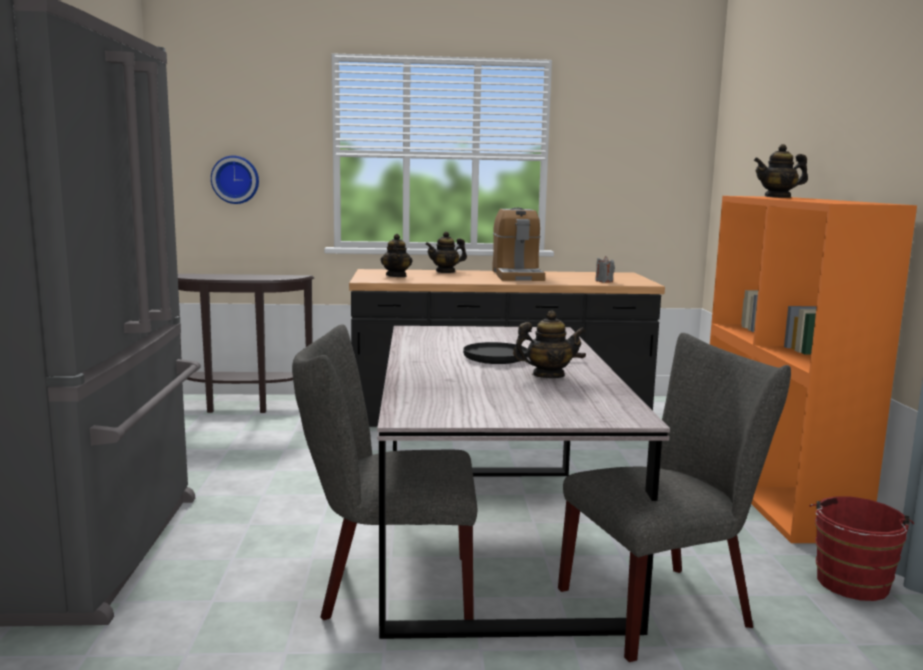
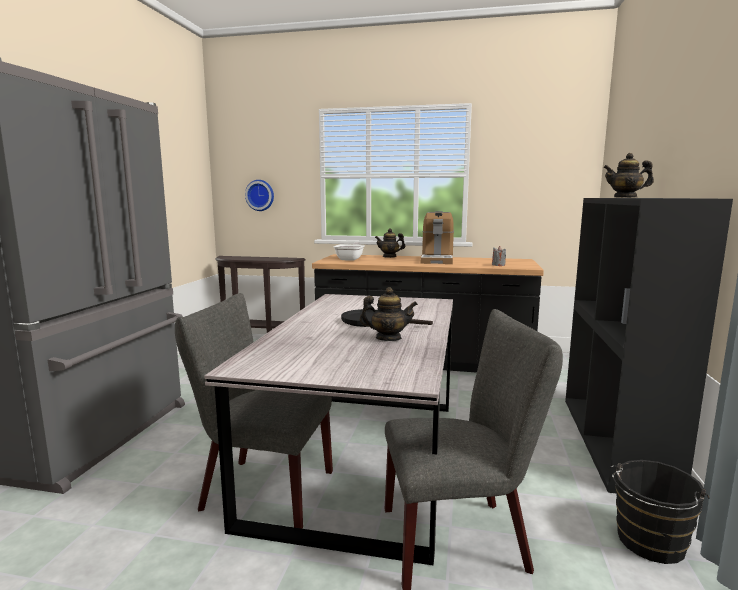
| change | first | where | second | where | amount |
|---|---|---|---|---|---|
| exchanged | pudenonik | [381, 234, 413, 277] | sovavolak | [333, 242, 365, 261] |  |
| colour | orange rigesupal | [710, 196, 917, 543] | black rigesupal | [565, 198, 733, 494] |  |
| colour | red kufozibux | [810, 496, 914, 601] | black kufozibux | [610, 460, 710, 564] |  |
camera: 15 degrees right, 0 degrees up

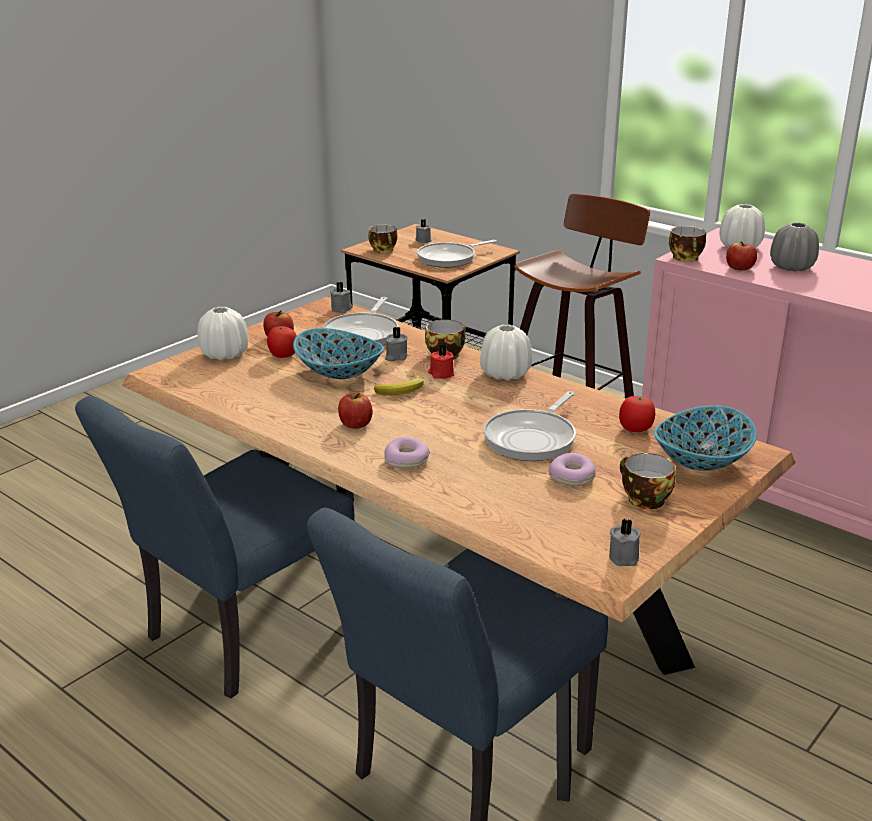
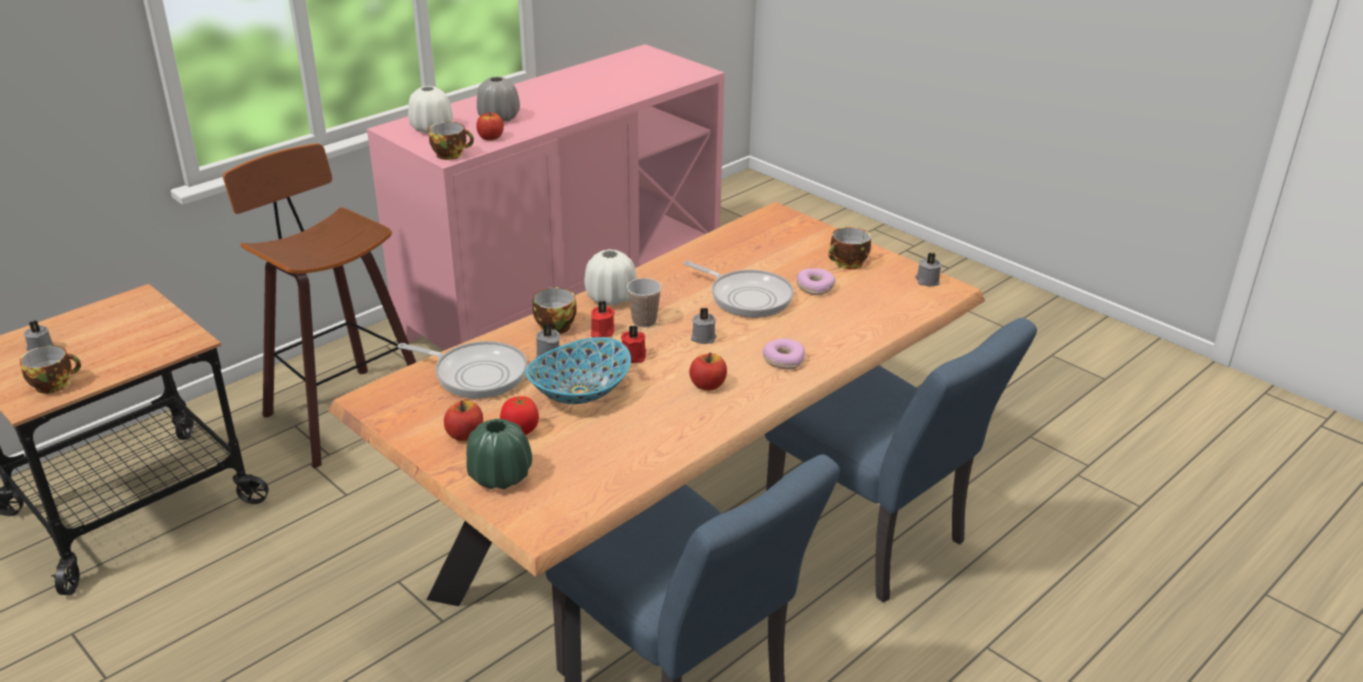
| change | first | where | second | where | amount |
|---|---|---|---|---|---|
| colour | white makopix | [197, 307, 248, 360] | green makopix | [466, 419, 532, 489] |  |
| relocated | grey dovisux | [330, 282, 353, 313] |  | [691, 307, 716, 344] |  |
| exchanged | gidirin | [374, 377, 424, 396] | red dovisux | [621, 325, 646, 363] |  |
| missing | sovavolak | [417, 240, 497, 268] |  |  |  |
| missing | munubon | [619, 396, 655, 432] |  |  |  |
| missing | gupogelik | [654, 405, 757, 471] |  |  |  |
| appeared |  |  | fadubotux | [627, 278, 662, 327] |  |
camera: 85 degrees left, 5 degrees up

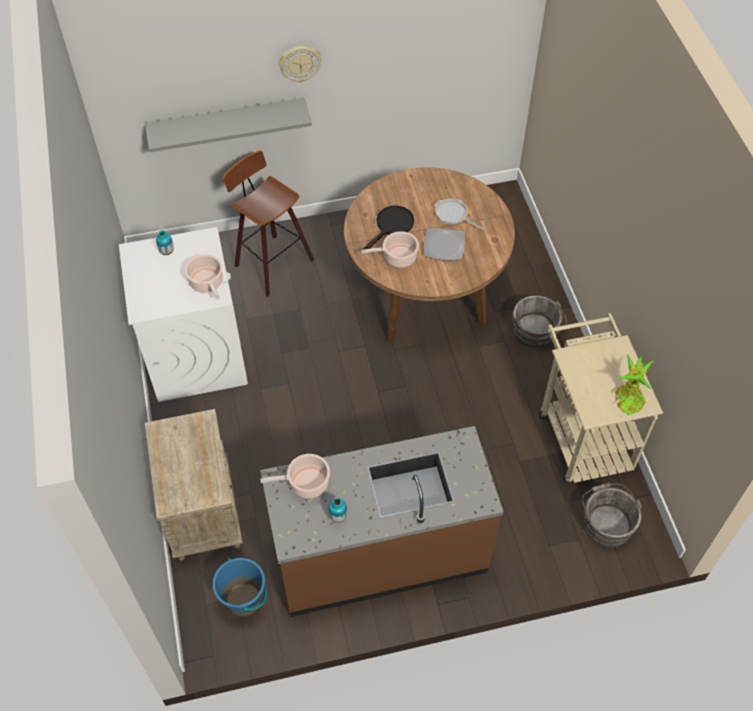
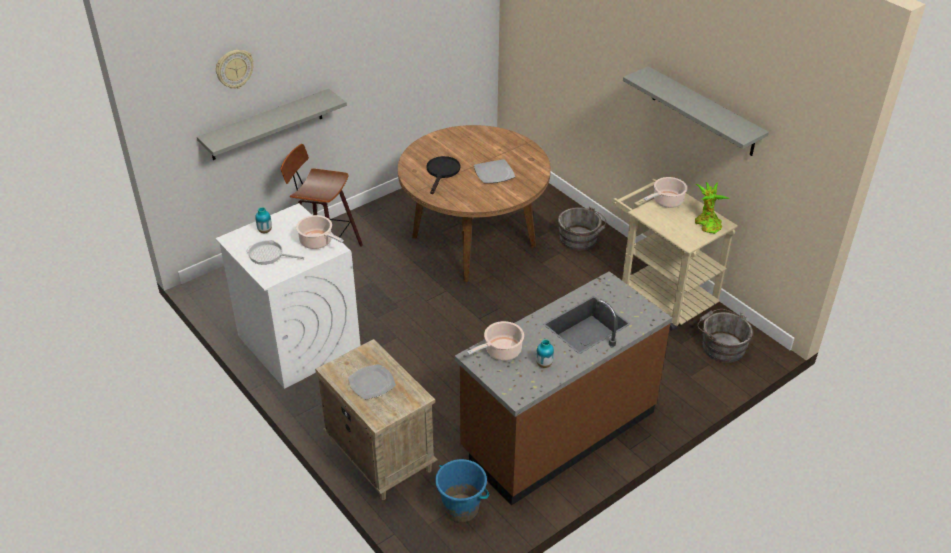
| change | first | where | second | where | amount |
|---|---|---|---|---|---|
| relocated | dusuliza | [279, 46, 321, 83] |  | [216, 50, 254, 89] |  |
| relocated | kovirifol | [361, 231, 419, 268] |  | [644, 177, 687, 208] |  |
| relocated | sovavolak | [435, 199, 484, 230] |  | [246, 240, 304, 265] |  |
| appeared |  |  | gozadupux | [348, 364, 396, 399] |  |
| appeared |  |  | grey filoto | [623, 66, 769, 156] |  |
camera: 25 degrees left, 15 degrees down

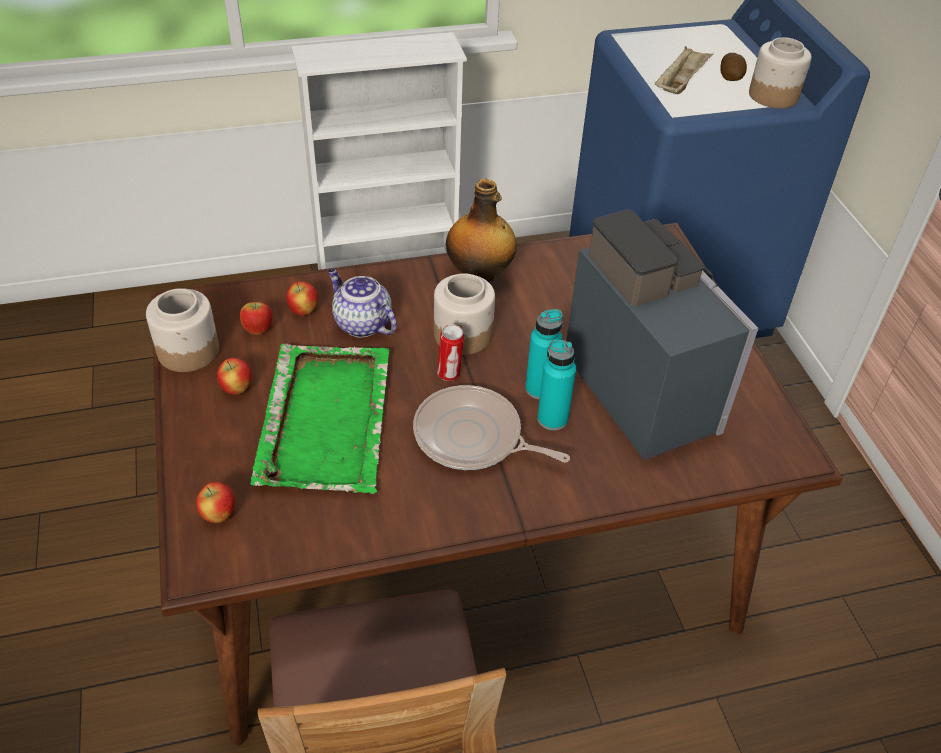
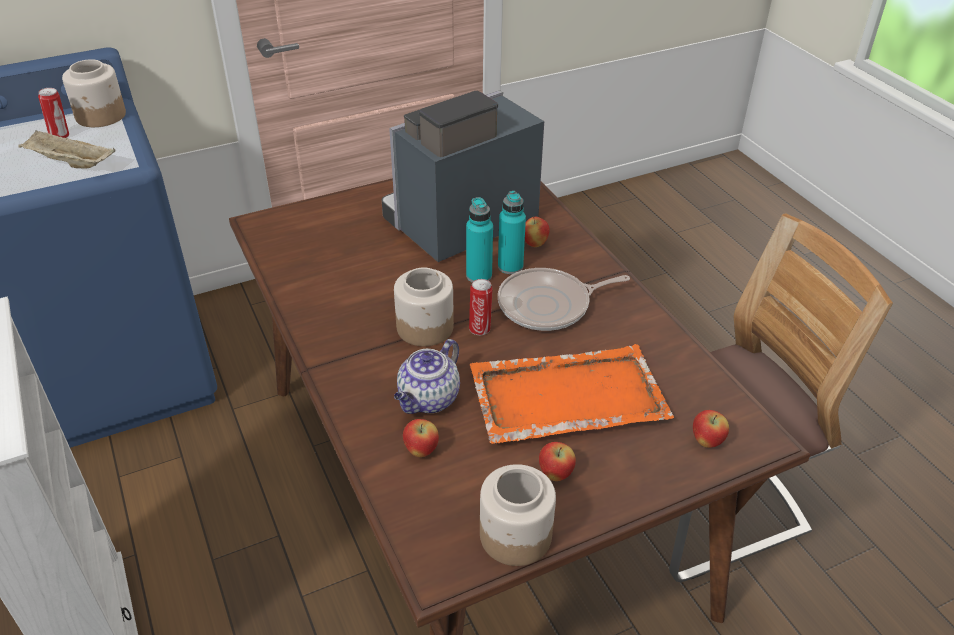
| change | first | where | second | where | amount |
|---|---|---|---|---|---|
| relocated | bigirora | [240, 299, 273, 335] |  | [525, 217, 549, 247] |  |
| colour | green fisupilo | [250, 344, 390, 494] | orange fisupilo | [470, 344, 674, 444] |  |
| spun | sovavolak | [413, 385, 570, 470] |  | [498, 268, 630, 331] | 60 degrees clockwise |
| missing | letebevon | [446, 179, 516, 282] |  |  |  |
| exchanged | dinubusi | [721, 53, 747, 81] | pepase | [38, 88, 69, 138] |  |
camera: 100 degrees left, 5 degrees down

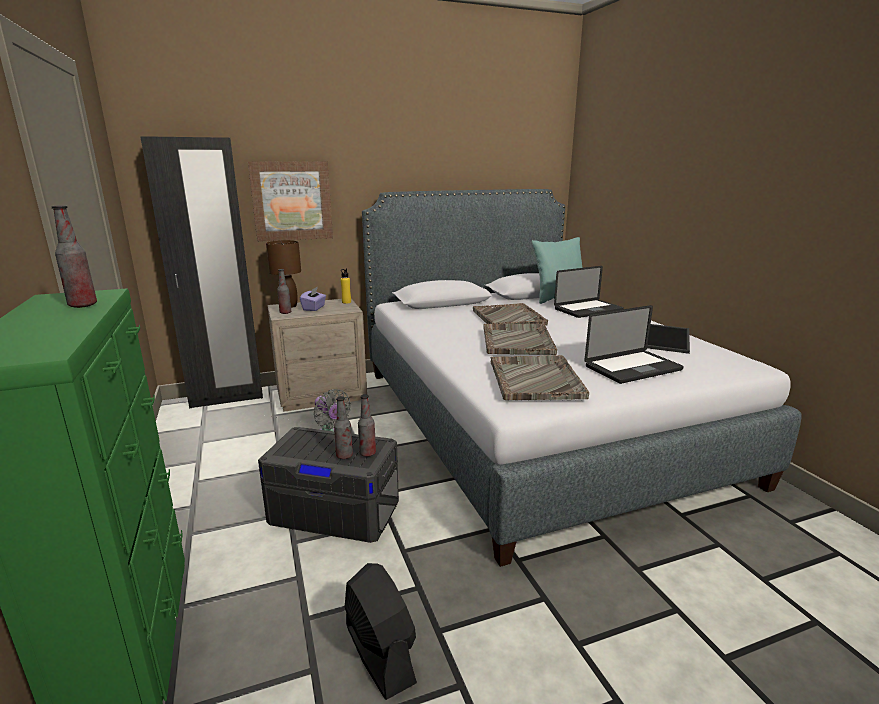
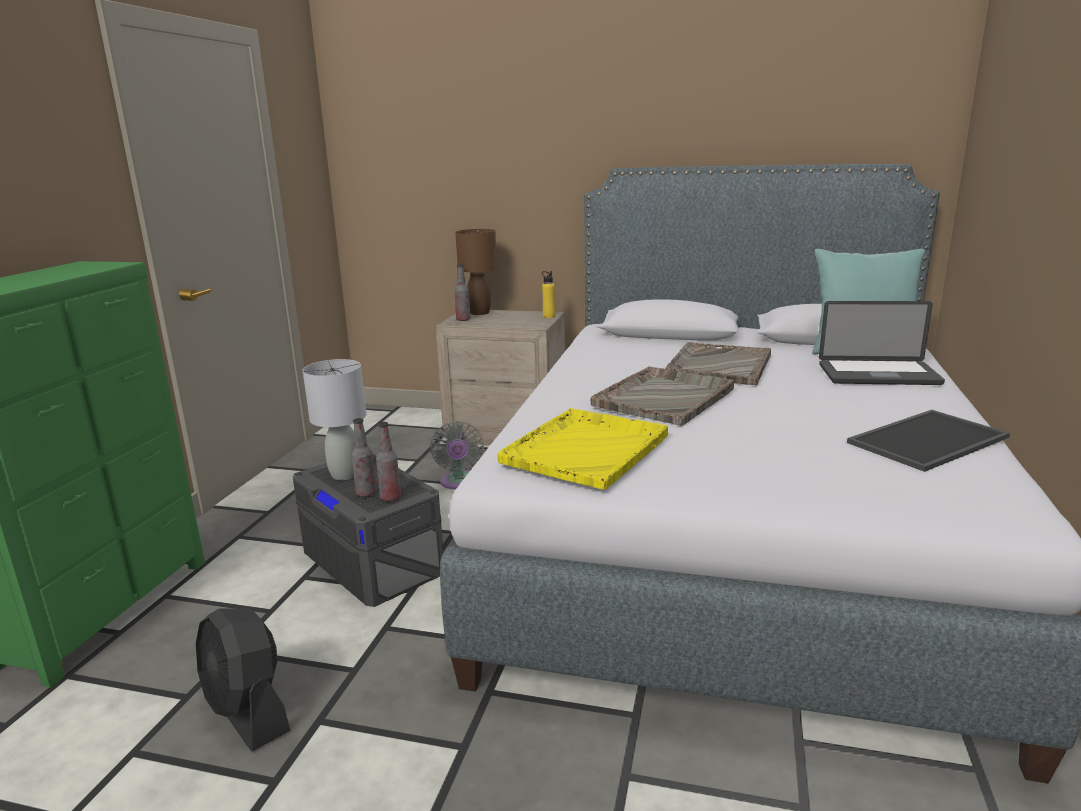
| change | first | where | second | where | amount |
|---|---|---|---|---|---|
| missing | letebevon | [52, 205, 97, 308] |  |  |  |
| missing | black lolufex | [140, 136, 263, 409] |  |  |  |
| missing | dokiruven | [248, 161, 333, 242] |  |  |  |
| missing | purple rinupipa | [300, 287, 326, 311] |  |  |  |
| spun | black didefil | [345, 563, 417, 700] |  | [196, 608, 290, 751] | 135 degrees clockwise |
| colour | grey fisupilo | [491, 355, 589, 400] | yellow fisupilo | [498, 408, 668, 490] |  |
| missing | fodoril | [585, 305, 684, 384] |  |  |  |
| appeared |  |  | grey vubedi | [303, 359, 366, 480] |  |
camera: 35 degrees right, 0 degrees up

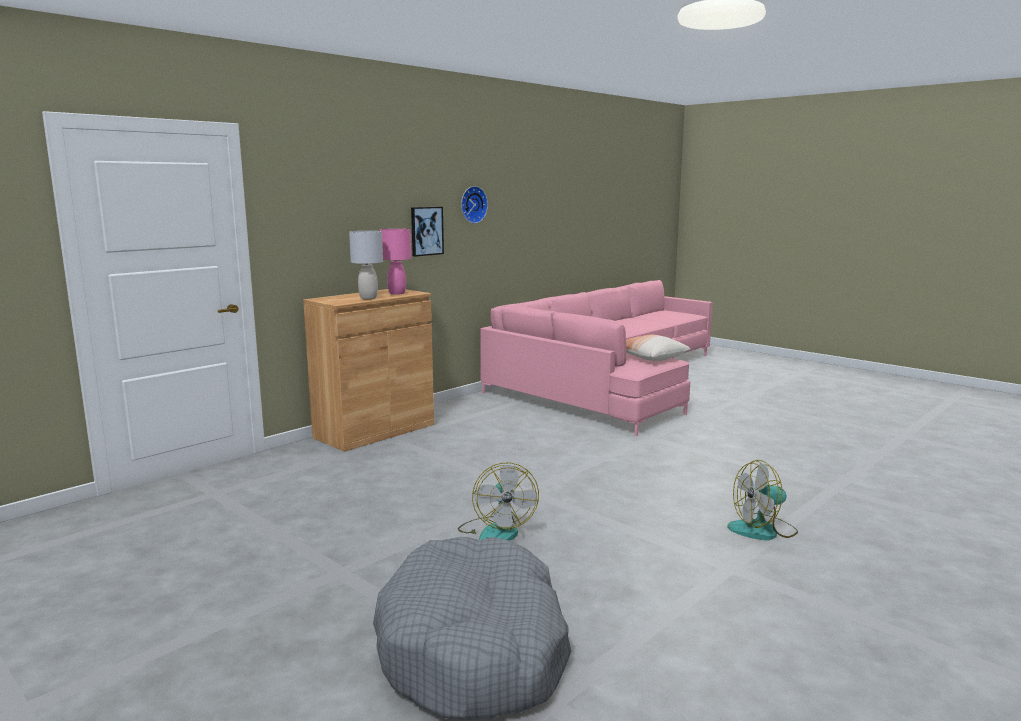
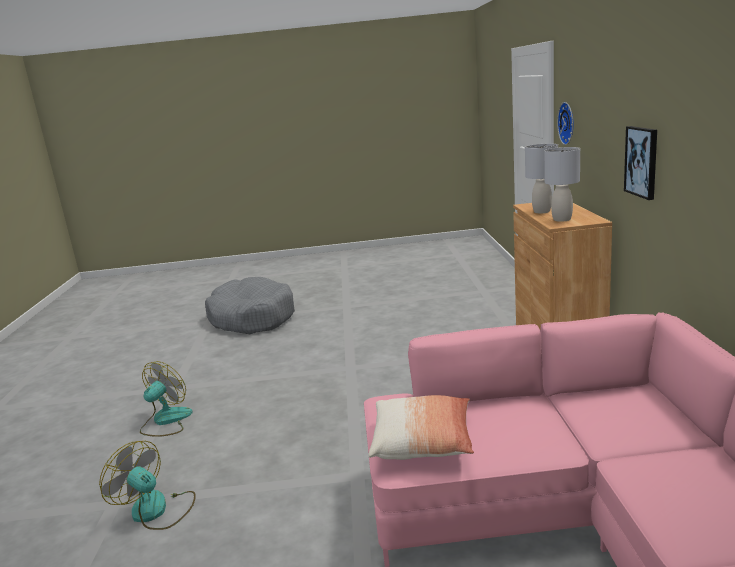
| change | first | where | second | where | amount |
|---|---|---|---|---|---|
| colour | pink vubedi | [379, 229, 411, 295] | grey vubedi | [544, 147, 580, 222] |  |
| relocated | didefil | [458, 463, 539, 541] |  | [99, 441, 196, 530] |  |
| relocated | dusuliza | [461, 186, 488, 224] |  | [557, 102, 574, 145] |  |
camera: 135 degrees right, 5 degrees up

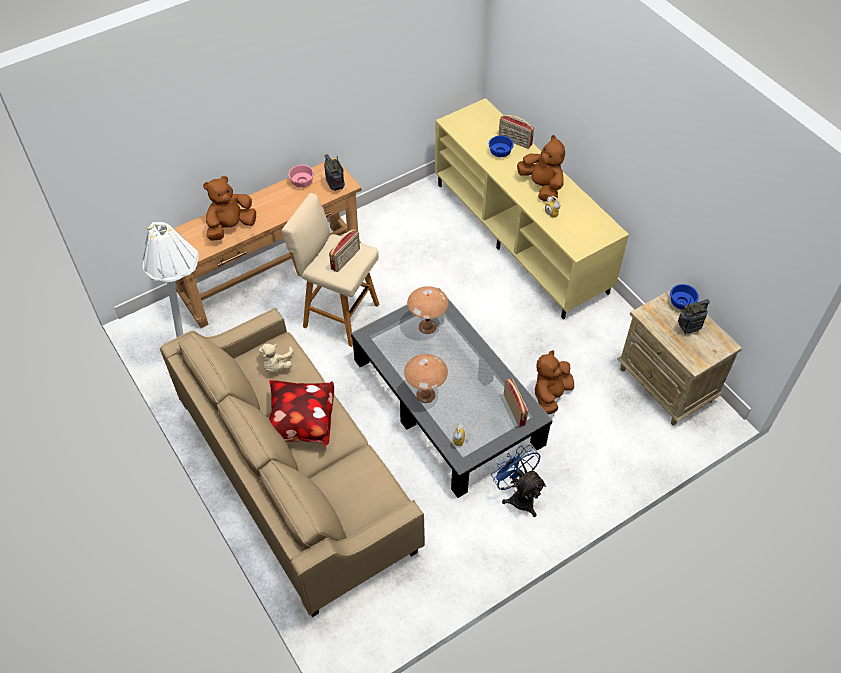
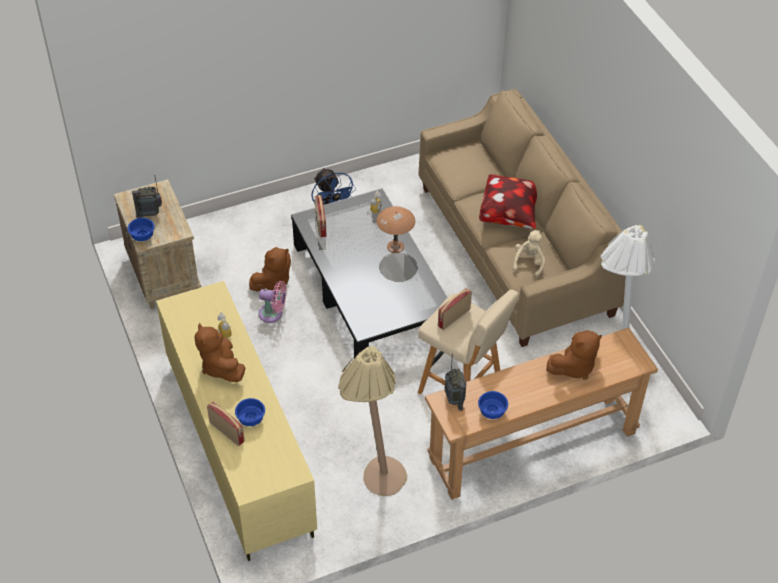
| change | first | where | second | where | amount |
|---|---|---|---|---|---|
| colour | pink gupogelik | [288, 165, 314, 187] | blue gupogelik | [478, 391, 508, 419] |  |
| missing | brown vubedi | [407, 286, 449, 334] |  |  |  |
| appeared |  |  | pink didefil | [259, 281, 286, 323] |  |
| appeared |  |  | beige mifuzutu | [338, 346, 407, 496] |  |
camera: 170 degrees left, 5 degrees down

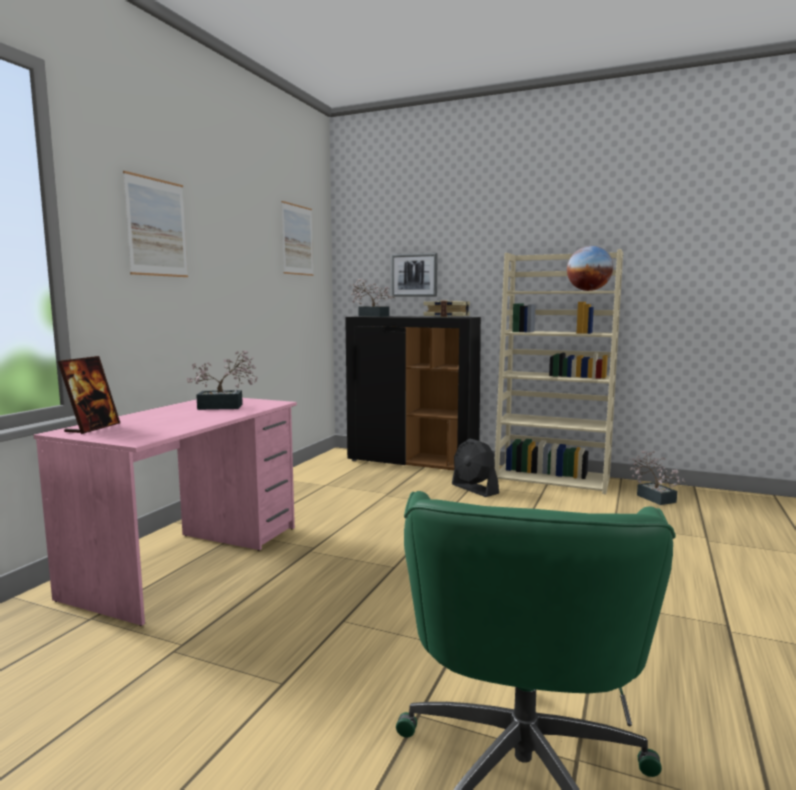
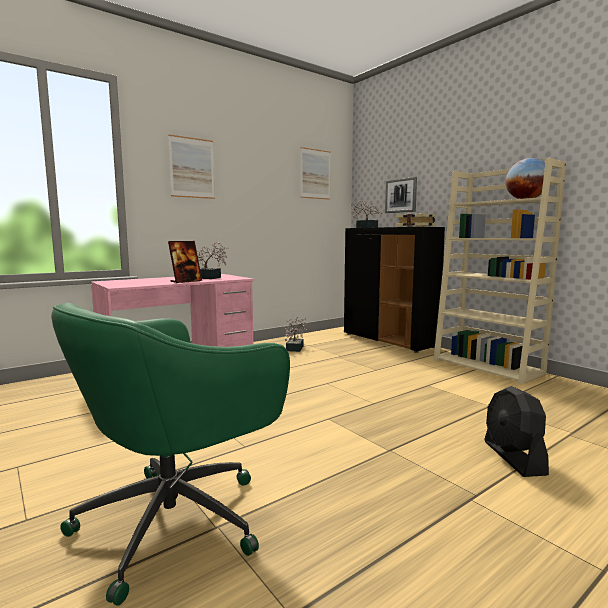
| change | first | where | second | where | amount |
|---|---|---|---|---|---|
| relocated | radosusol | [58, 356, 120, 434] |  | [168, 241, 202, 283] |  |
| relocated | black didefil | [452, 438, 499, 497] |  | [484, 386, 549, 477] |  |
| relocated | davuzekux | [628, 450, 686, 505] |  | [285, 317, 307, 352] |  |
camera: 30 degrees right, 0 degrees up

